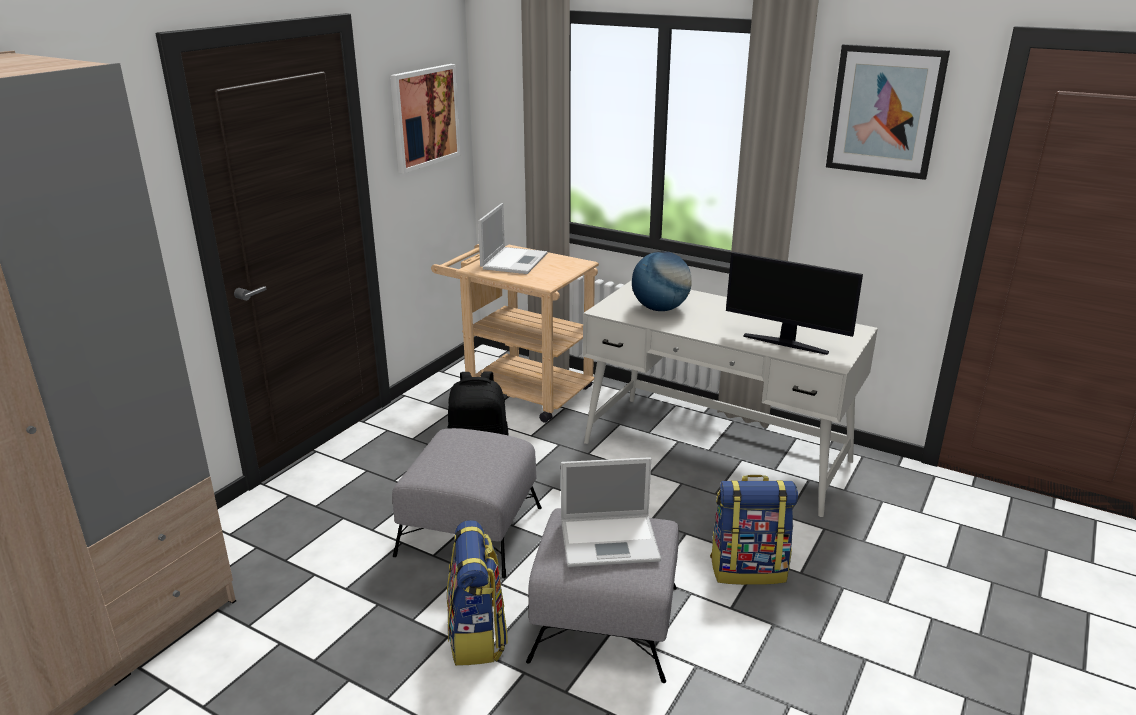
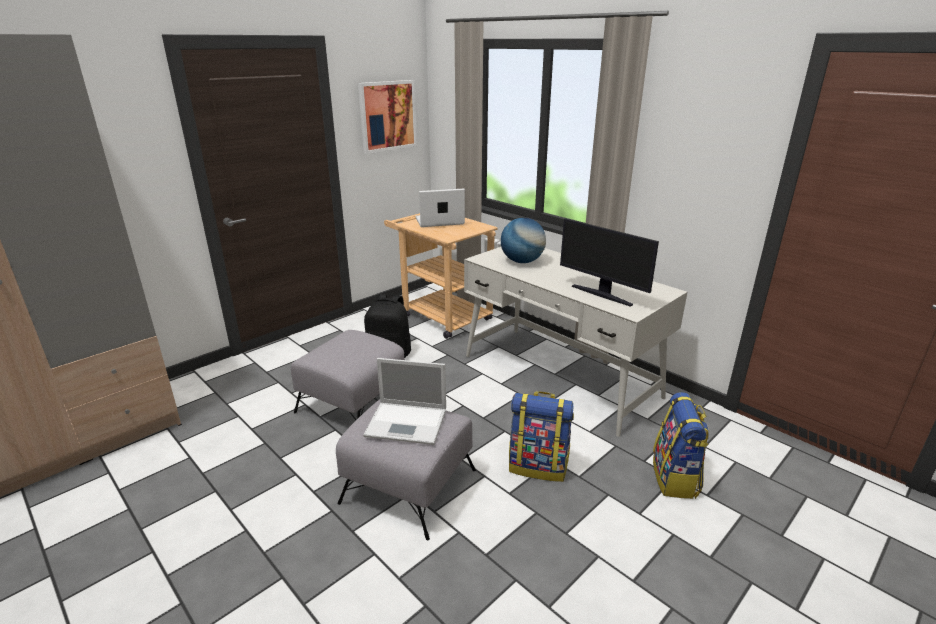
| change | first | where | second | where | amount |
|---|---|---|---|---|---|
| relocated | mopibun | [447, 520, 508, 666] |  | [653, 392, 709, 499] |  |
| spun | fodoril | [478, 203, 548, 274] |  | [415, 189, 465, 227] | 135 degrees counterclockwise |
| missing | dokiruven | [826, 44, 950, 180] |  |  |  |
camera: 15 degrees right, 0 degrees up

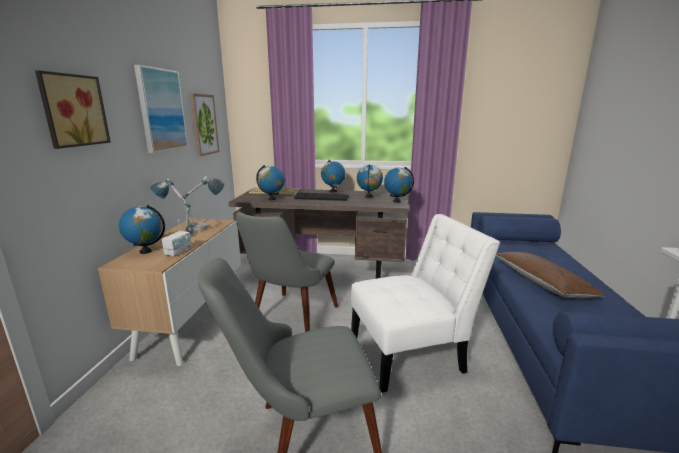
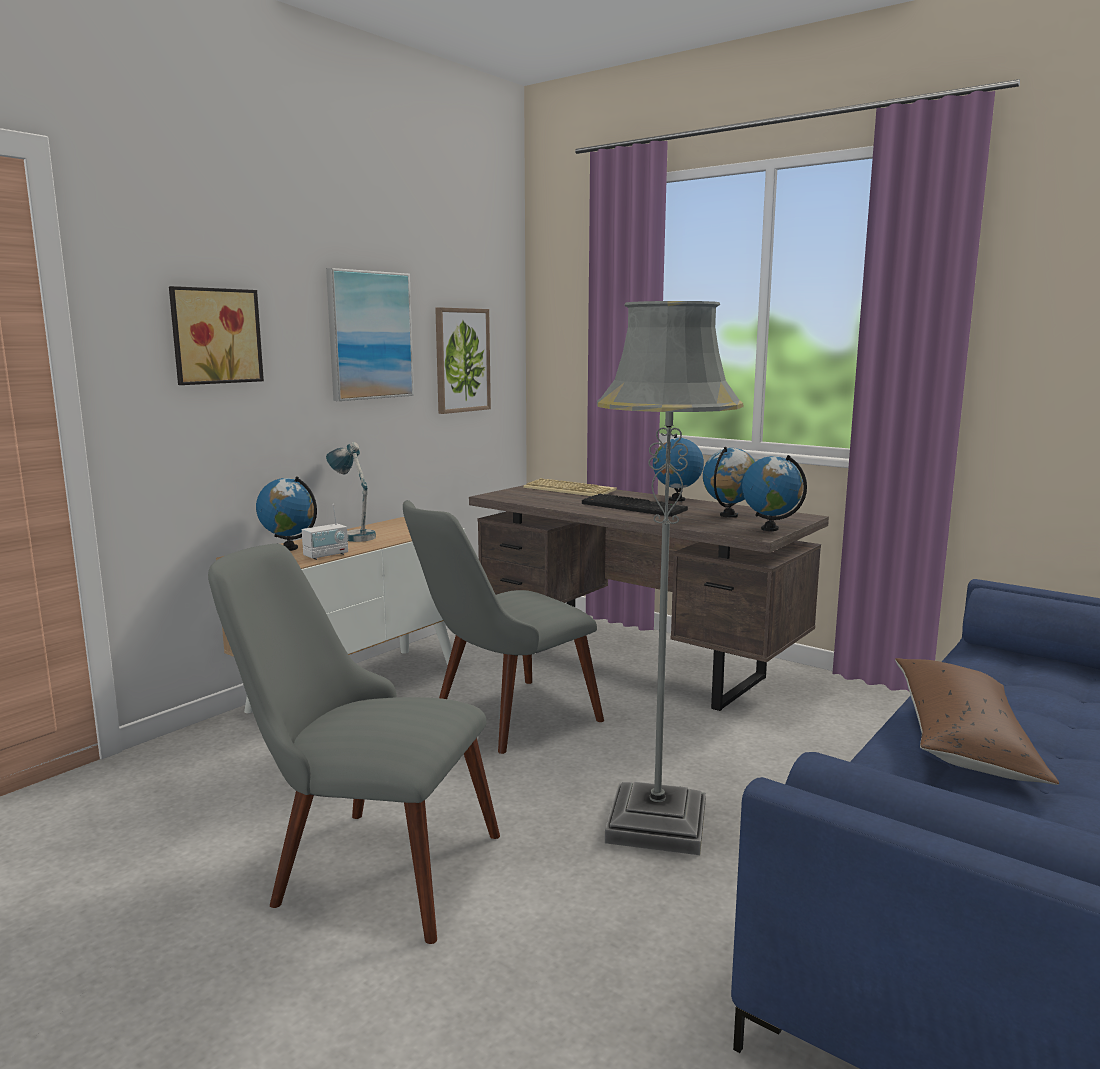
| change | first | where | second | where | amount |
|---|---|---|---|---|---|
| missing | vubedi | [180, 176, 225, 231] |  |  |  |
| missing | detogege | [256, 165, 285, 200] |  |  |  |
| exchanged | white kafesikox | [351, 214, 500, 393] | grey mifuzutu | [597, 301, 743, 855] |  |
camera: 30 degrees right, 5 degrees down

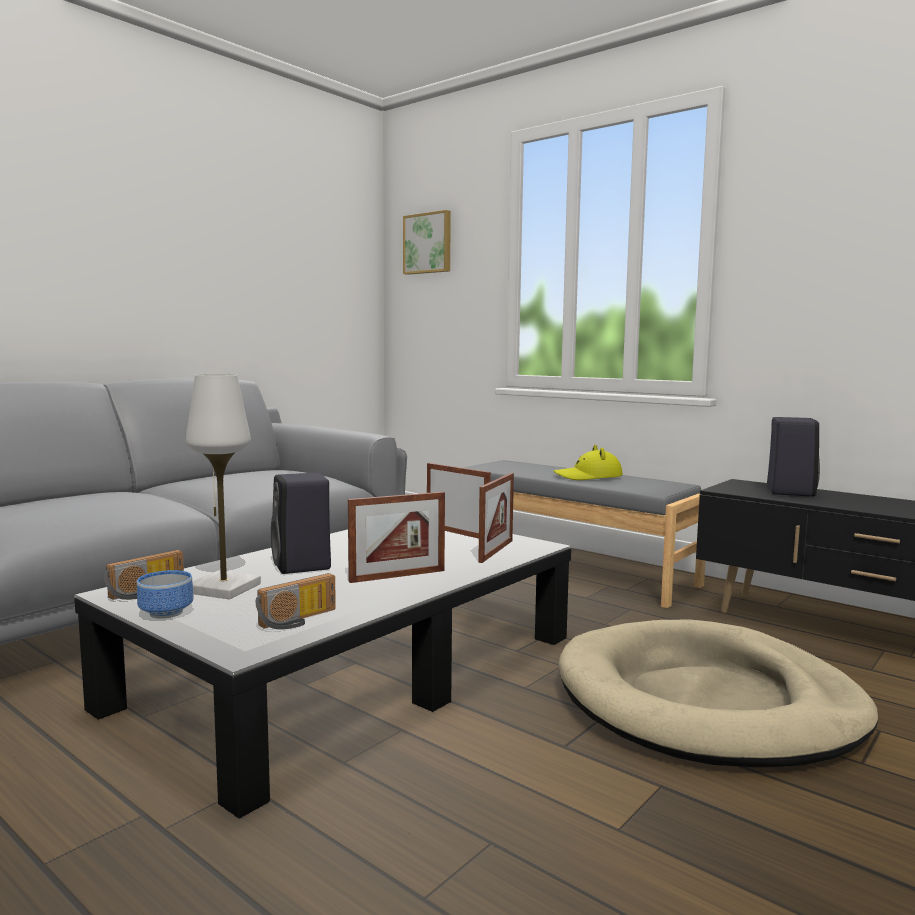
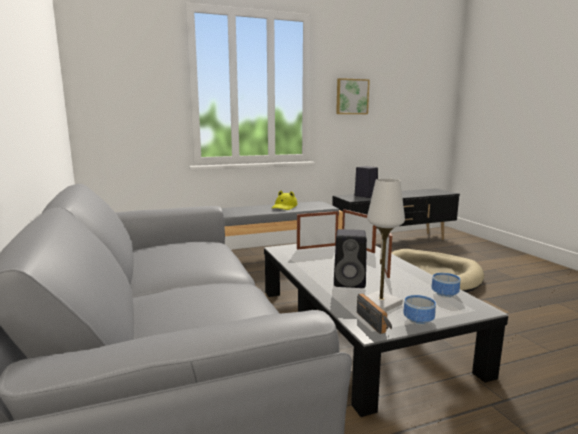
| change | first | where | second | where | amount |
|---|---|---|---|---|---|
| exchanged | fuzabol | [255, 573, 336, 629] | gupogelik | [432, 273, 460, 298] |  |
| relocated | dokiruven | [403, 210, 451, 275] |  | [336, 78, 370, 114] |  |
camera: 60 degrees left, 5 degrees up

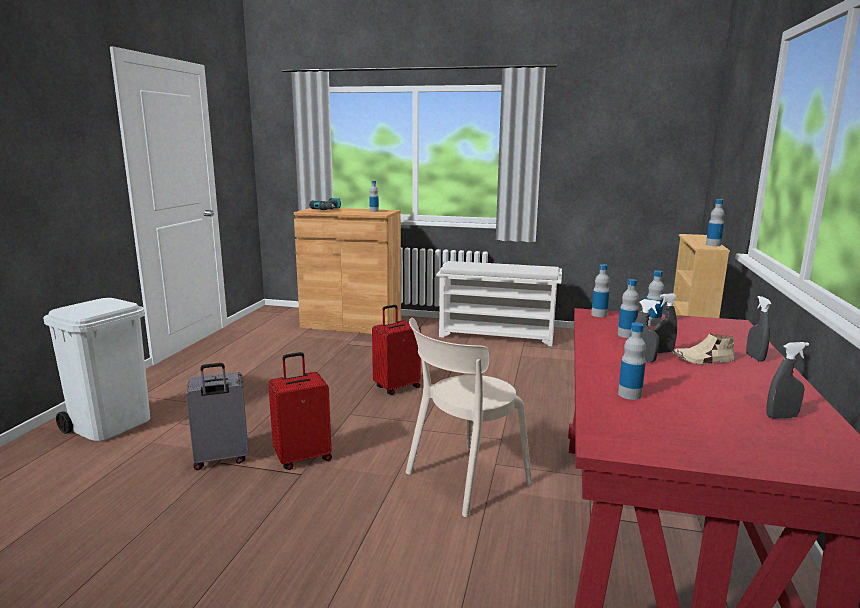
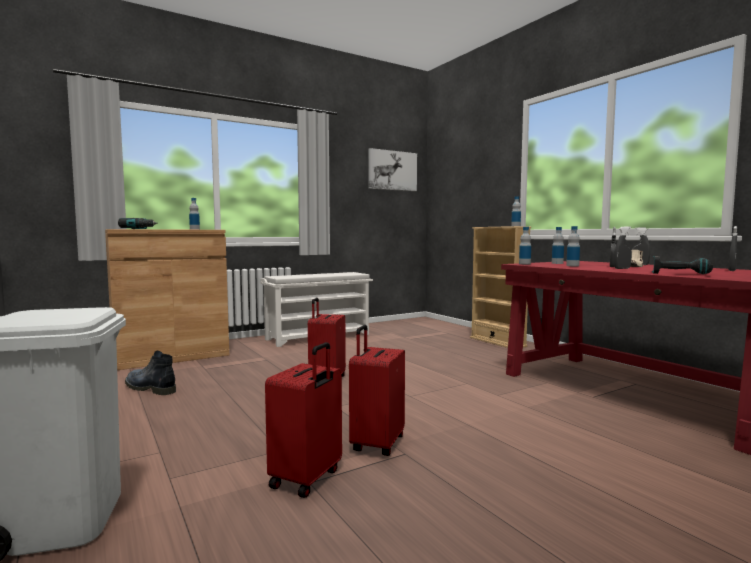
| change | first | where | second | where | amount |
|---|---|---|---|---|---|
| colour | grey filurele | [186, 363, 249, 470] | red filurele | [265, 342, 342, 498] |  |
| missing | beige kafesikox | [406, 317, 532, 517] |  |  |  |
| exchanged | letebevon | [618, 322, 646, 400] | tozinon | [652, 256, 713, 274] |  |
| appeared |  |  | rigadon | [125, 350, 176, 395] |  |
| appeared |  |  | dokiruven | [368, 148, 417, 191] |  |
camera: 45 degrees left, 10 degrees down

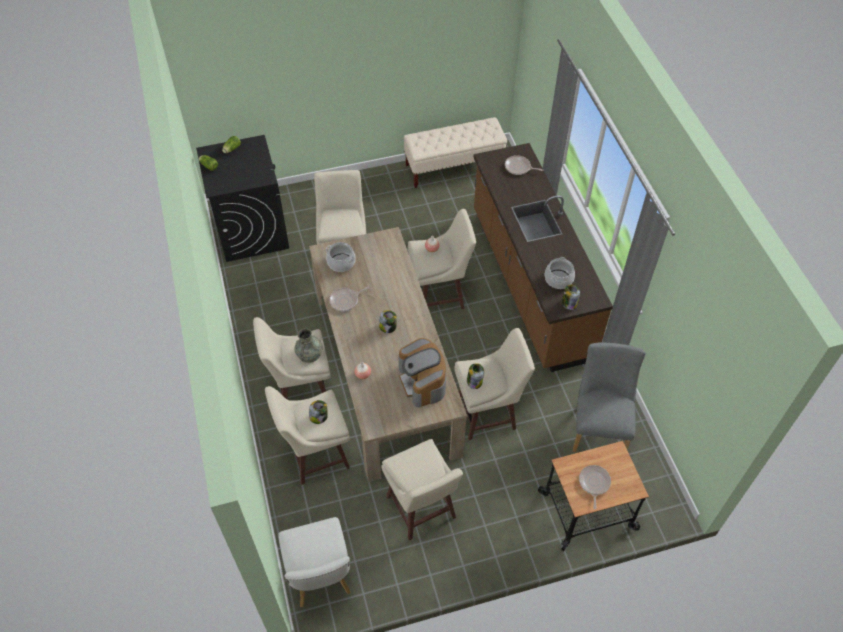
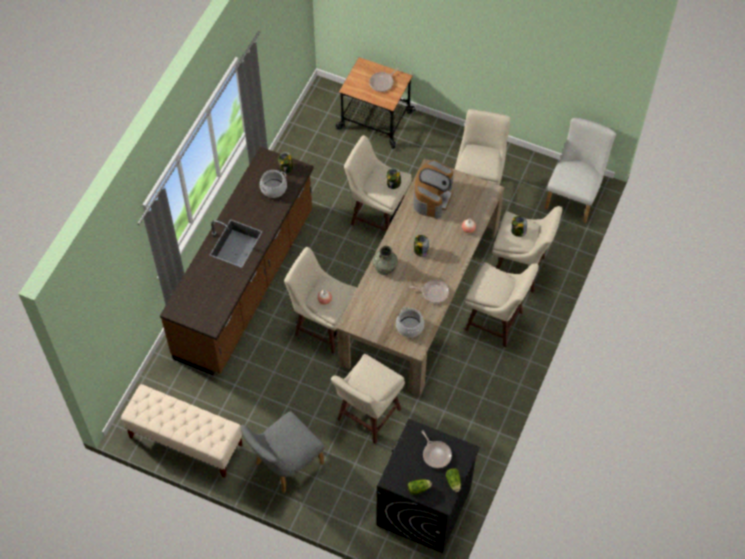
| change | first | where | second | where | amount |
|---|---|---|---|---|---|
| relocated | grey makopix | [295, 328, 323, 363] |  | [373, 246, 398, 275] |  |
| relocated | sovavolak | [505, 155, 543, 175] |  | [421, 430, 452, 468] |  |
| relocated | grey kafesikox | [573, 342, 646, 452] |  | [240, 411, 324, 494] |  |
camera: 140 degrees left, 5 degrees up

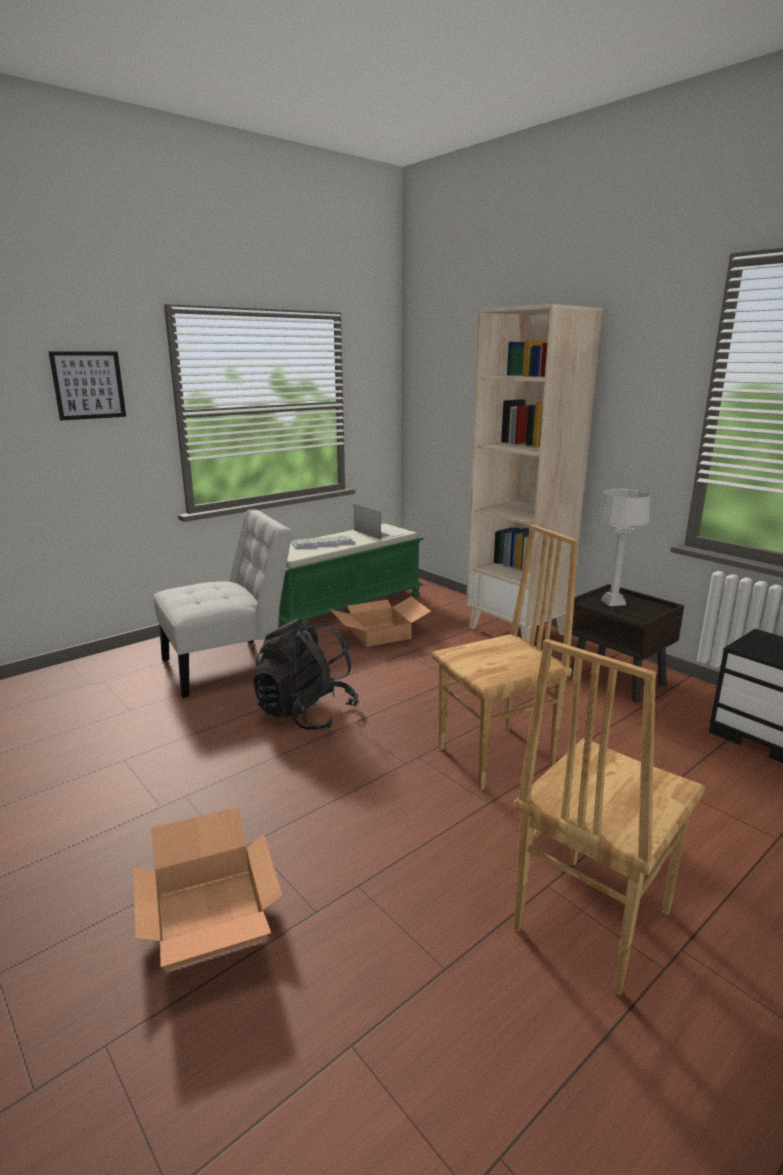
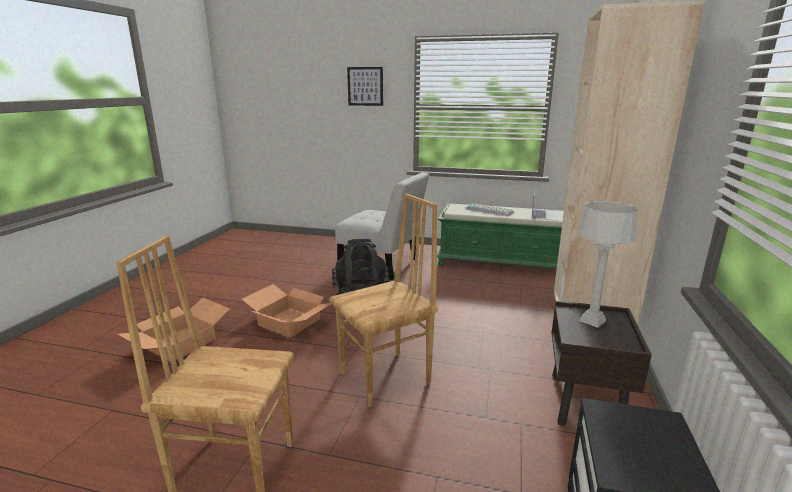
| change | first | where | second | where | amount |
|---|---|---|---|---|---|
| relocated | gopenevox | [330, 596, 431, 647] |  | [242, 284, 331, 337] |  |
| spun | brown kafesikox | [432, 524, 578, 790] |  | [329, 193, 438, 407] | 60 degrees counterclockwise |
camera: 55 degrees right, 0 degrees up

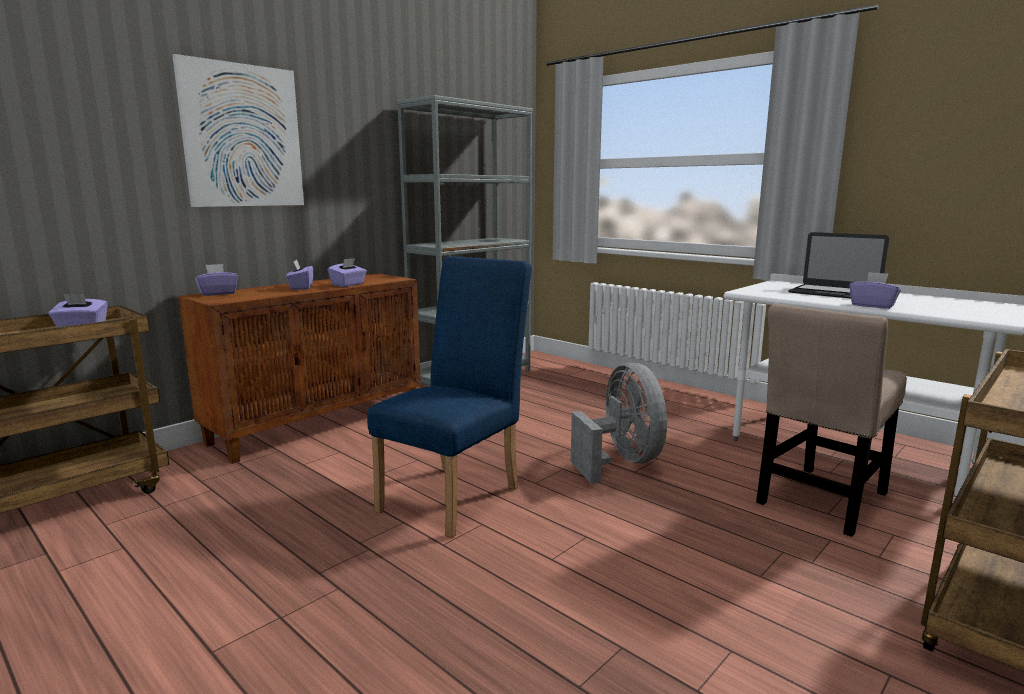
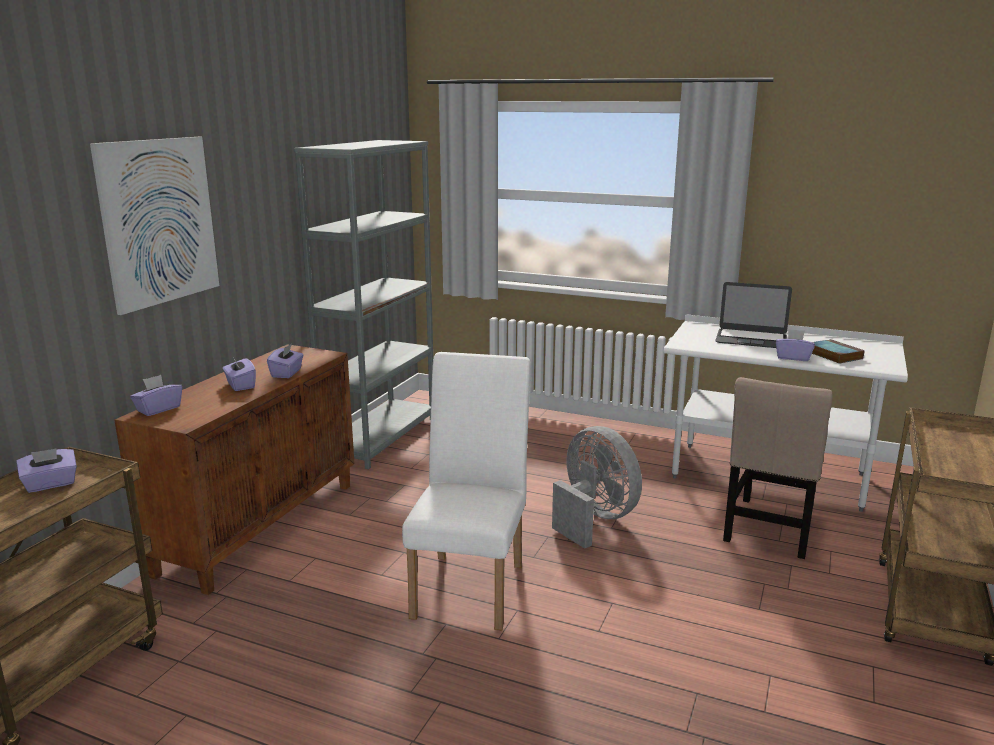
| change | first | where | second | where | amount |
|---|---|---|---|---|---|
| colour | blue kafesikox | [367, 256, 532, 538] | white kafesikox | [402, 352, 531, 630] |  |
| appeared |  |  | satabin | [812, 339, 865, 364] |  |
camera: 20 degrees left, 5 degrees up

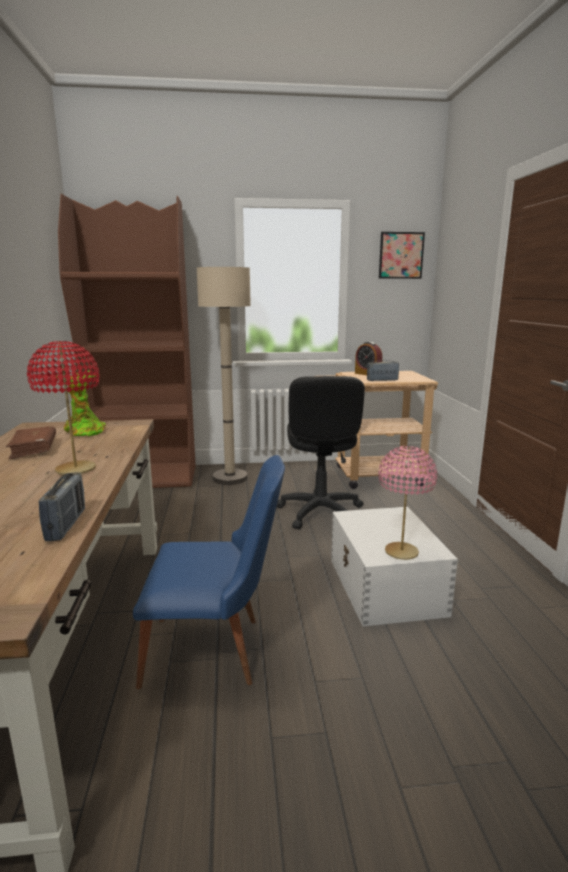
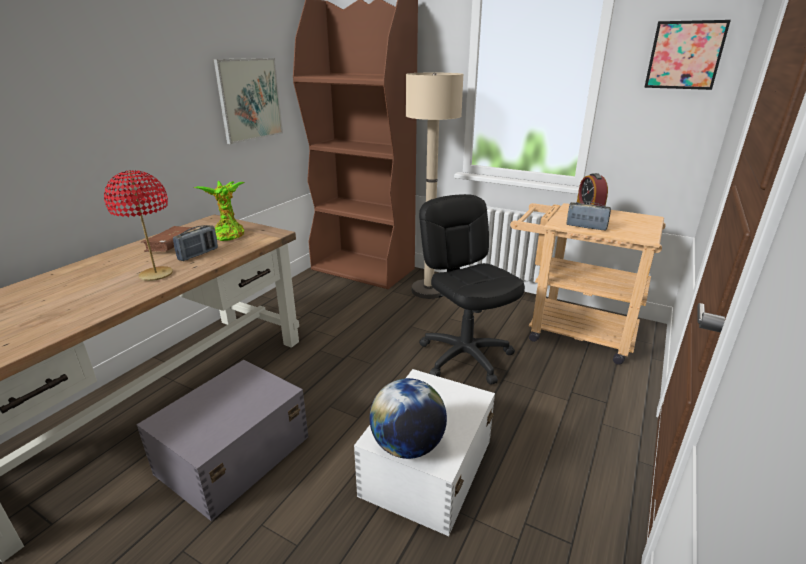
| change | first | where | second | where | amount |
|---|---|---|---|---|---|
| relocated | fuzabol | [39, 472, 85, 541] |  | [173, 225, 218, 261] |  |
| exchanged | blue kafesikox | [133, 455, 285, 689] | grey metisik | [137, 360, 308, 521] |  |
| spun | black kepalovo | [277, 376, 365, 529] |  | [419, 194, 525, 385] | 120 degrees clockwise |
| exchanged | pink vubedi | [378, 446, 437, 560] | detogege | [370, 378, 447, 459] |  |
| appeared |  |  | dokiruven | [214, 58, 283, 144] |  |
camera: 35 degrees right, 10 degrees up

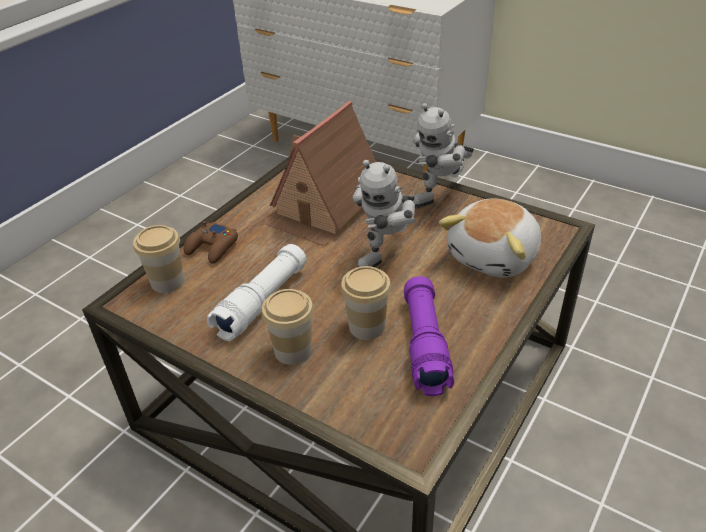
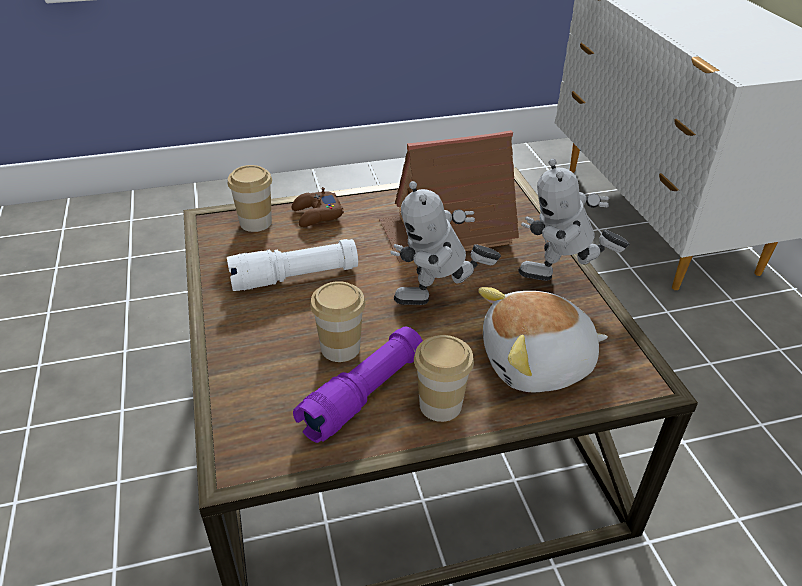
| change | first | where | second | where | amount |
|---|---|---|---|---|---|
| relocated | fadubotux | [262, 289, 314, 365] |  | [414, 335, 474, 422] |  |
camera: 40 degrees right, 0 degrees up

